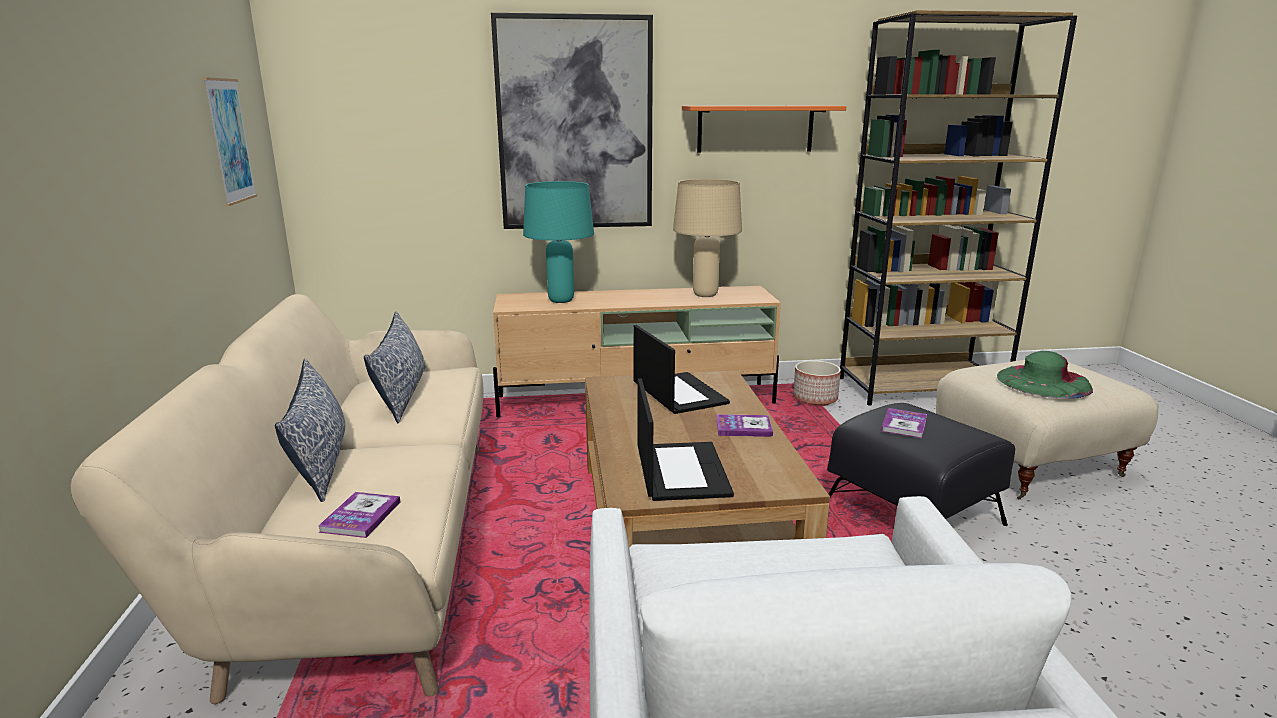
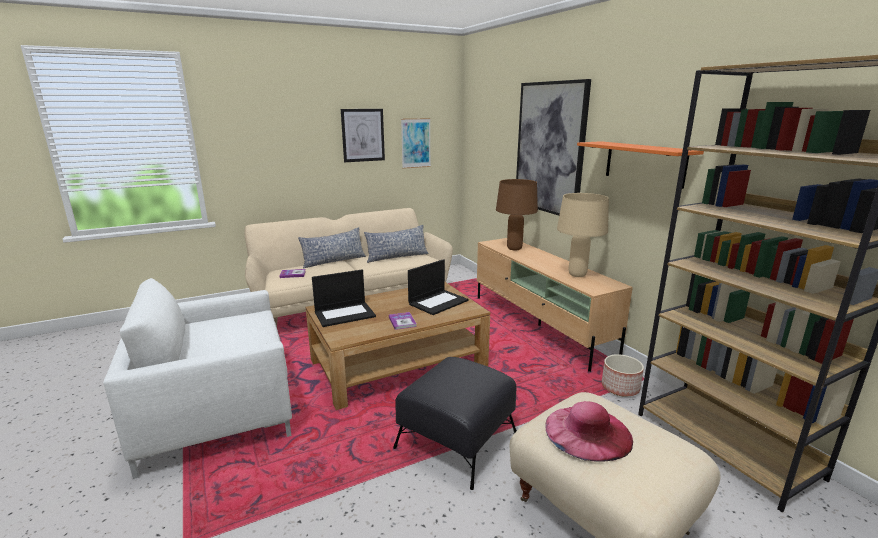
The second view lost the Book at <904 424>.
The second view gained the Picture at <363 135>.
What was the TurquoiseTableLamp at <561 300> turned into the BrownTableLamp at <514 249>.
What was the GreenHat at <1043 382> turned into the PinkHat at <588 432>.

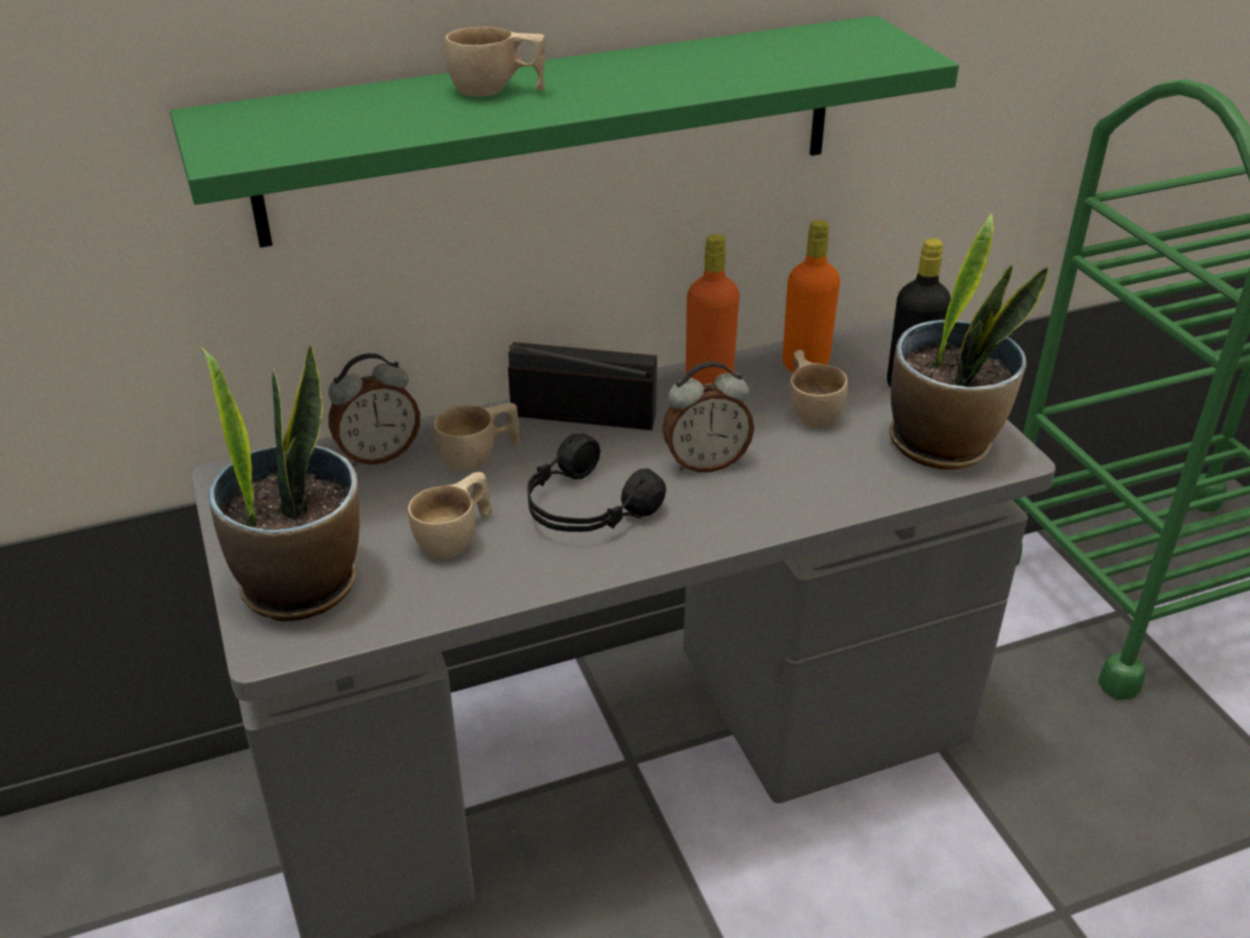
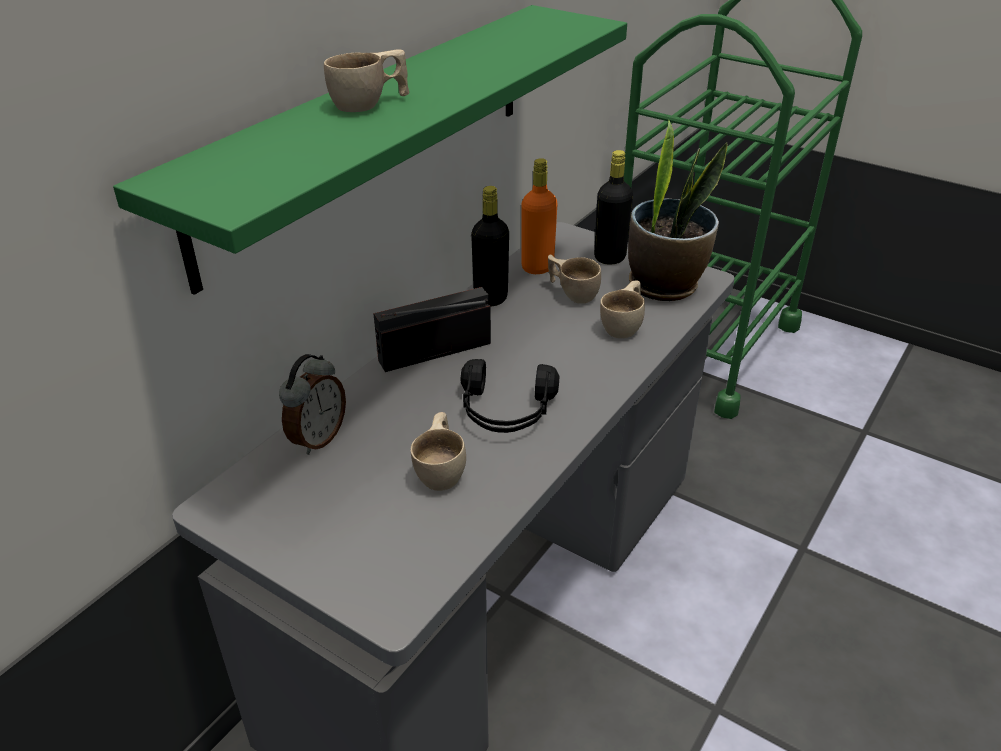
The second view lost the PottedPlant at <301 584>.
The second view lost the AlarmClock at <705 462>.
The BeigeCup ended up elsewhere, having gone from <479 457> to <625 325>.
What was the OrangeBottle at <709 380> turned into the BlackBottle at <490 298>.

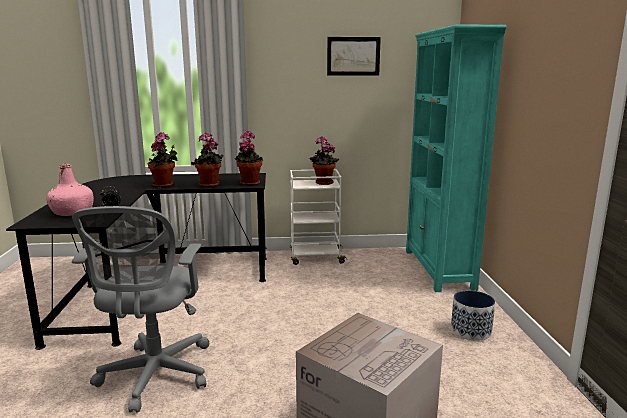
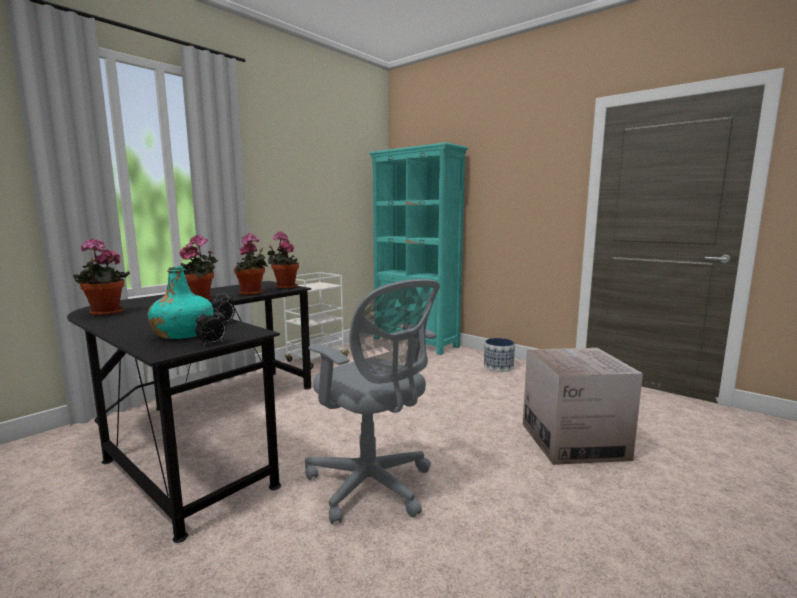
The second view lost the Picture at <353 56>.
The second view gained the AlarmClock at <212 344>.
The PottedPlant ended up elsewhere, having gone from <323 183> to <105 314>.
What was the PinkBottle at <72 212> turned into the TurquoiseBottle at <183 334>.

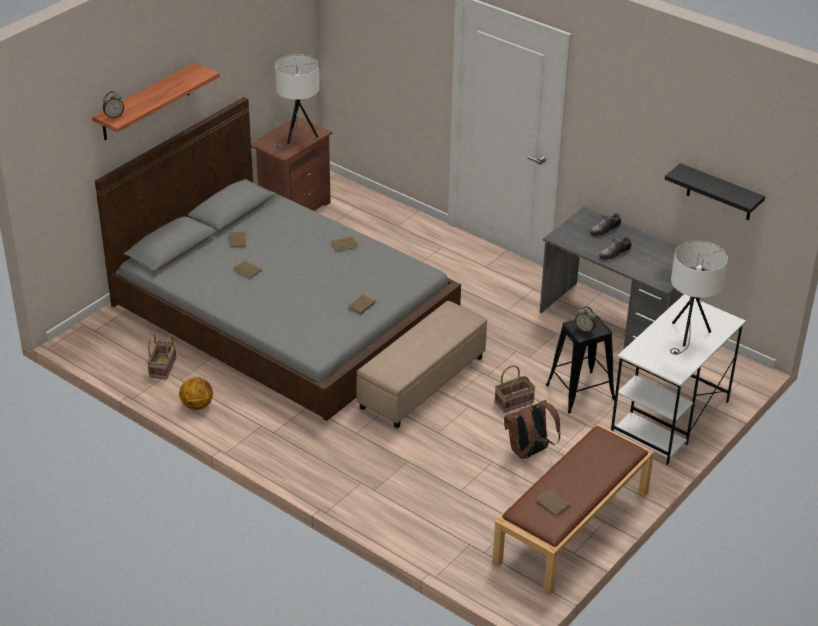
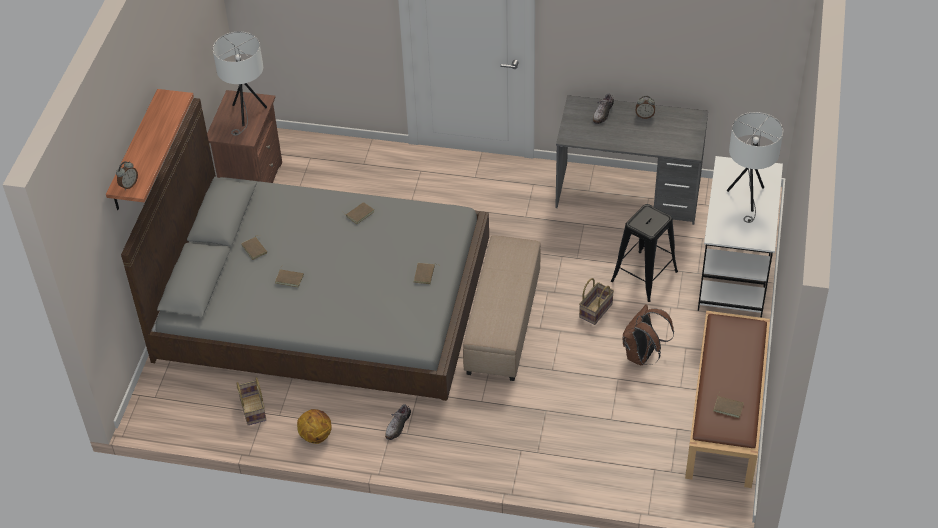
The second view lost the BlackShelf at <719 193>.
The AlarmClock ended up elsewhere, having gone from <585 329> to <644 116>.
The Shoe ended up elsewhere, having gone from <614 253> to <397 426>.

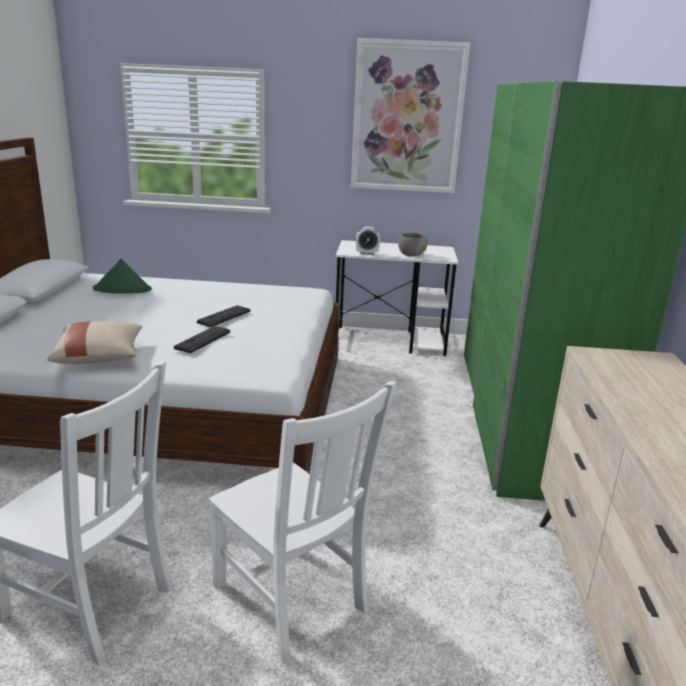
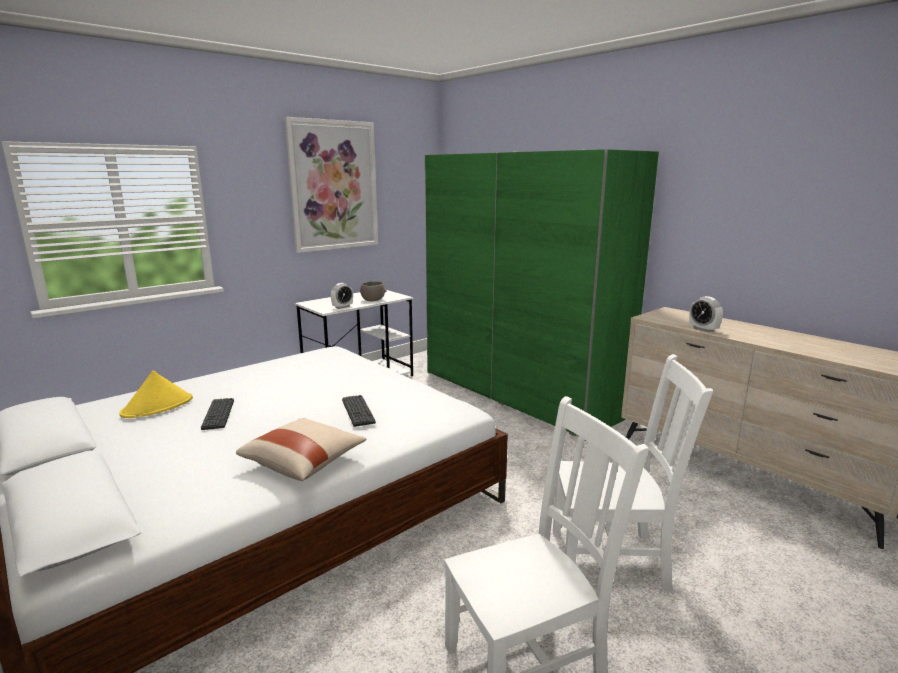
The second view gained the AlarmClock at <703 329>.
The Keyboard ended up elsewhere, having gone from <224 317> to <218 414>.
What was the GreenHat at <122 289> turned into the YellowHat at <158 406>.

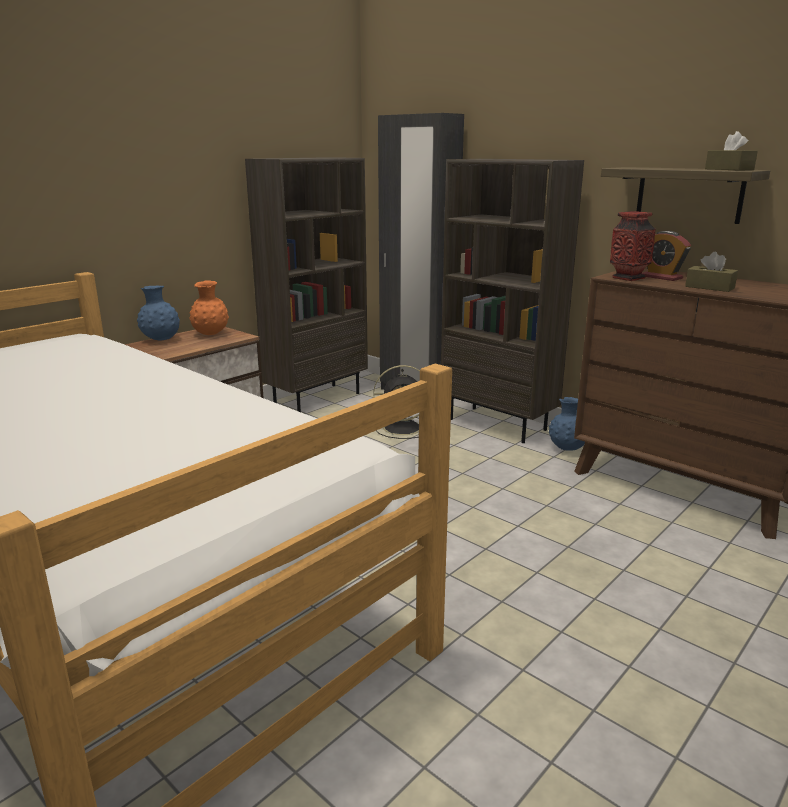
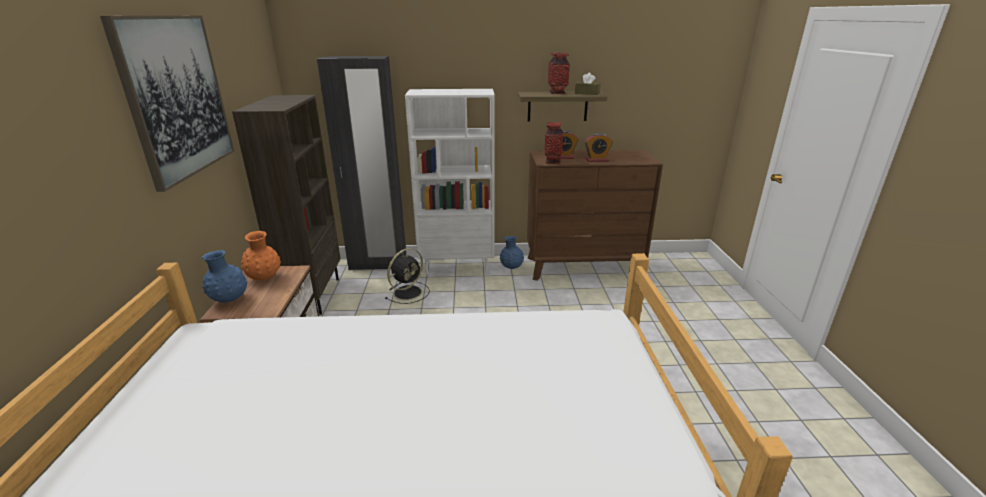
The second view gained the Picture at <177 97>.
The second view gained the Vase at <557 93>.
Where the BrownTissueBox stood at <709 287>, the AlarmClock came to stand at <596 160>.
What was the BrownBookcase at <498 424> turned into the WhiteBookcase at <457 266>.

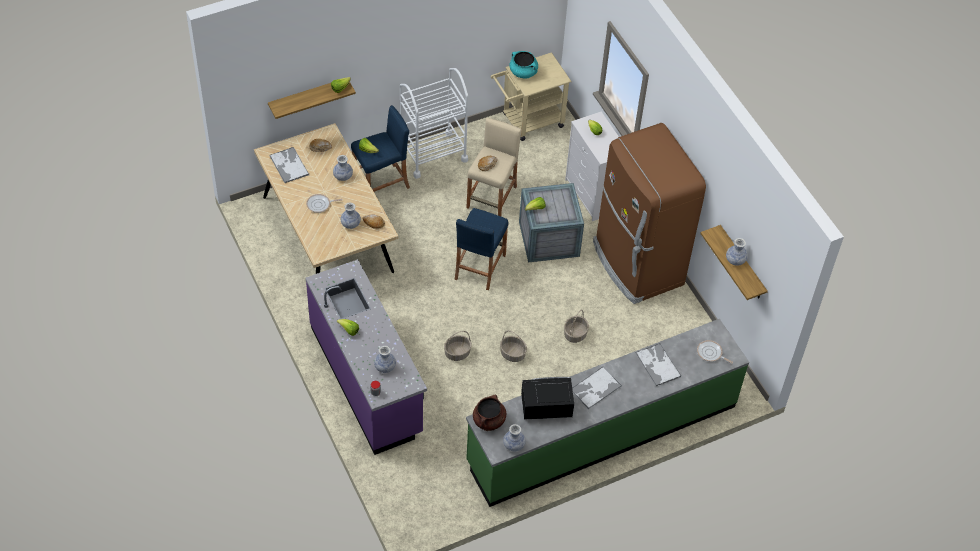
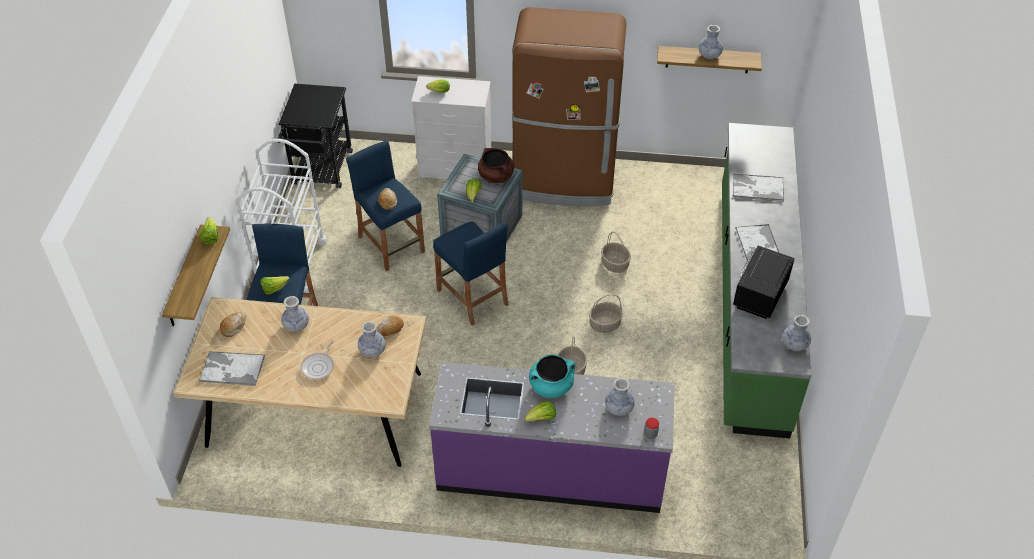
The second view lost the FryingPan at <710 353>.
The BrownCookingPot ended up elsewhere, having gone from <489 421> to <496 176>.
The TurquoiseCookingPot ended up elsewhere, having gone from <523 72> to <551 386>.
What was the BeigeStool at <492 197> turned into the BlueStool at <391 244>.
What was the BeigeCart at <528 122> turned into the BlackCart at <321 172>.

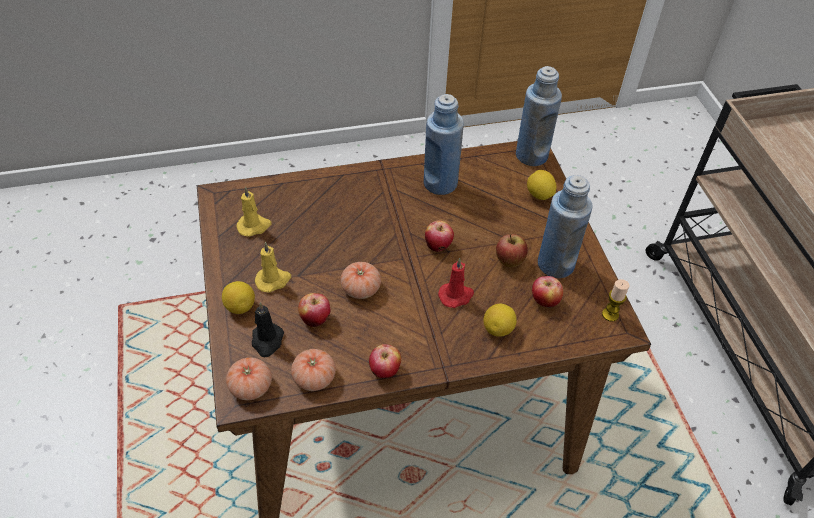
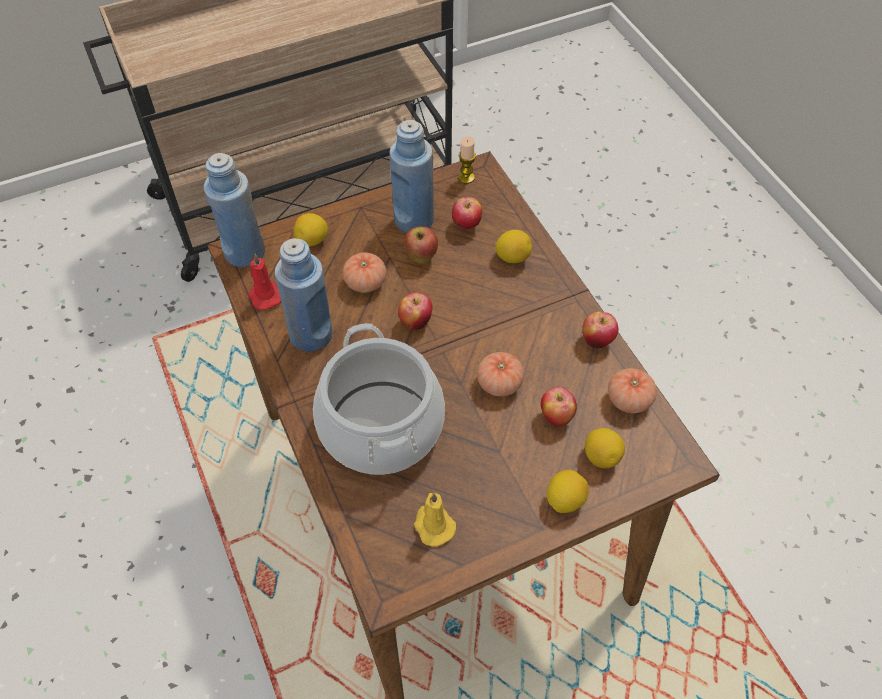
The second view lost the YellowCandle at <273 280>.
The second view gained the CookingPot at <381 426>.
The Tomato ended up elsewhere, having gone from <251 387> to <365 282>.
The RedCandle ended up elsewhere, having gone from <456 295> to <265 295>.
Where the BlackCandle stood at <267 341>, the Lemon came to stand at <601 456>.

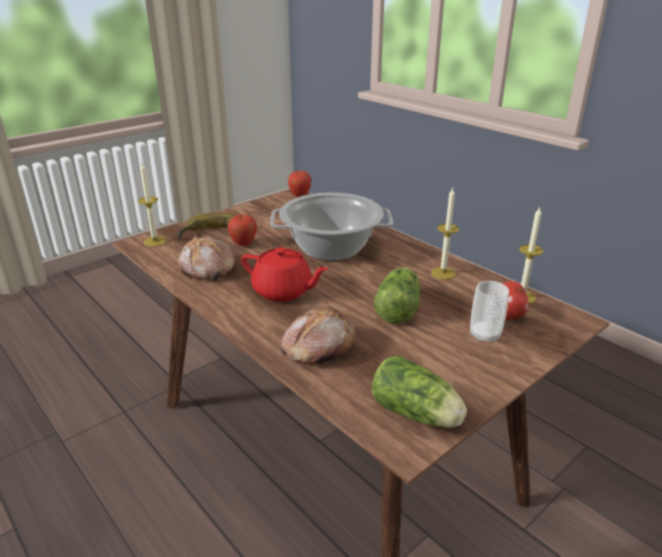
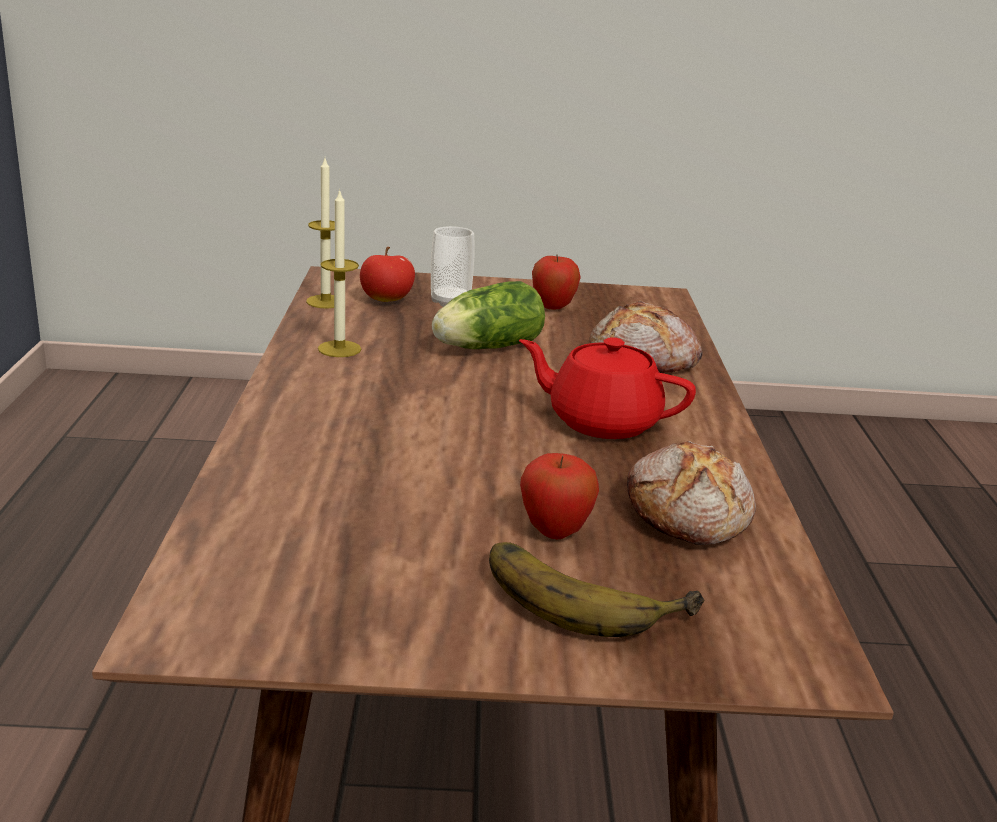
The second view lost the Candle at <155 241>.
The second view lost the CookingPot at <331 248>.
The second view lost the Lettuce at <417 414>.
The Apple ended up elsewhere, having gone from <300 196> to <553 307>.
The RedTeapot at <283 291> ended up facing another way, 45 degrees counterclockwise from before.

